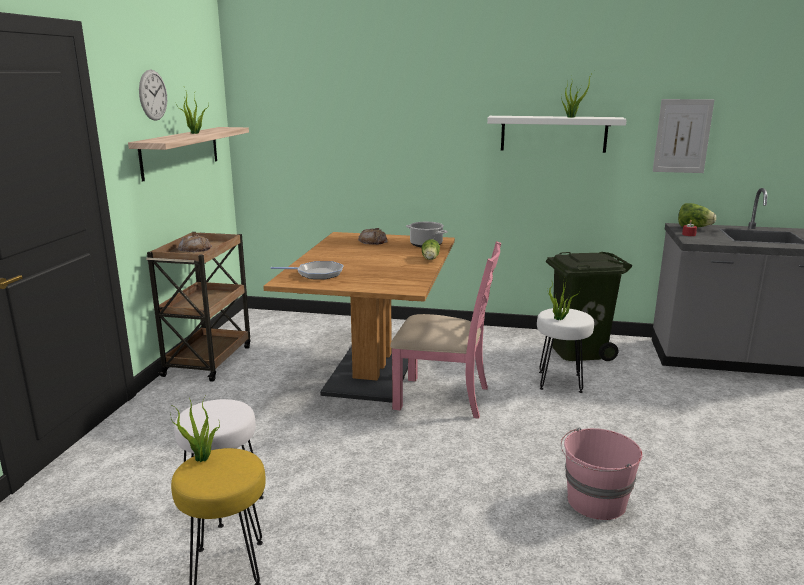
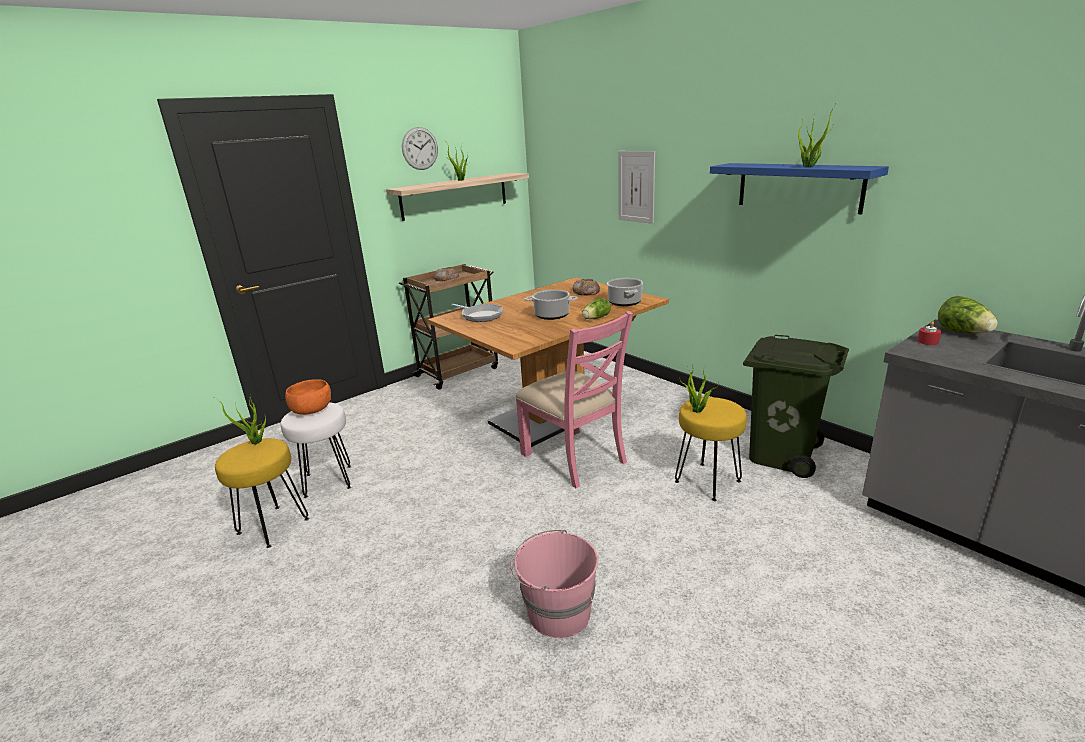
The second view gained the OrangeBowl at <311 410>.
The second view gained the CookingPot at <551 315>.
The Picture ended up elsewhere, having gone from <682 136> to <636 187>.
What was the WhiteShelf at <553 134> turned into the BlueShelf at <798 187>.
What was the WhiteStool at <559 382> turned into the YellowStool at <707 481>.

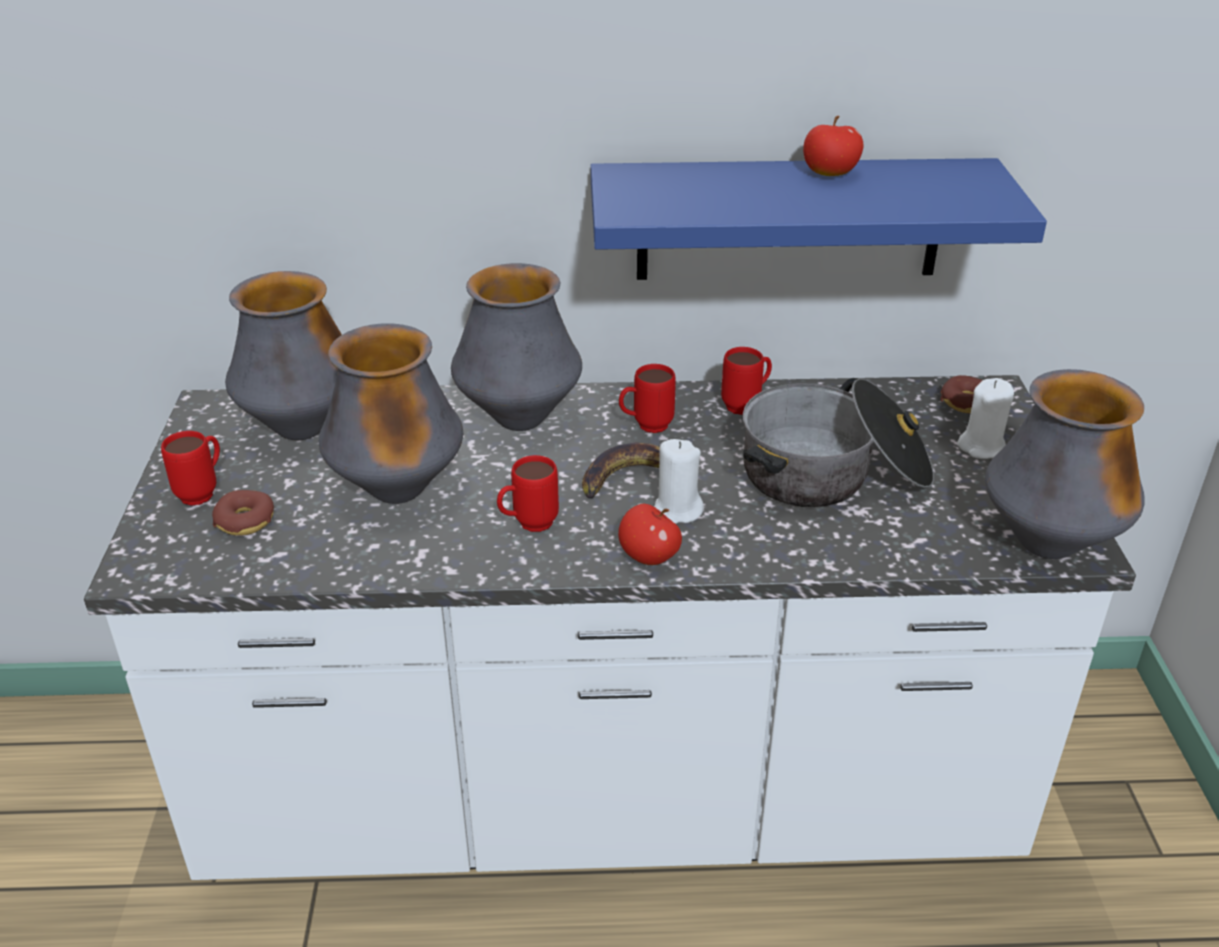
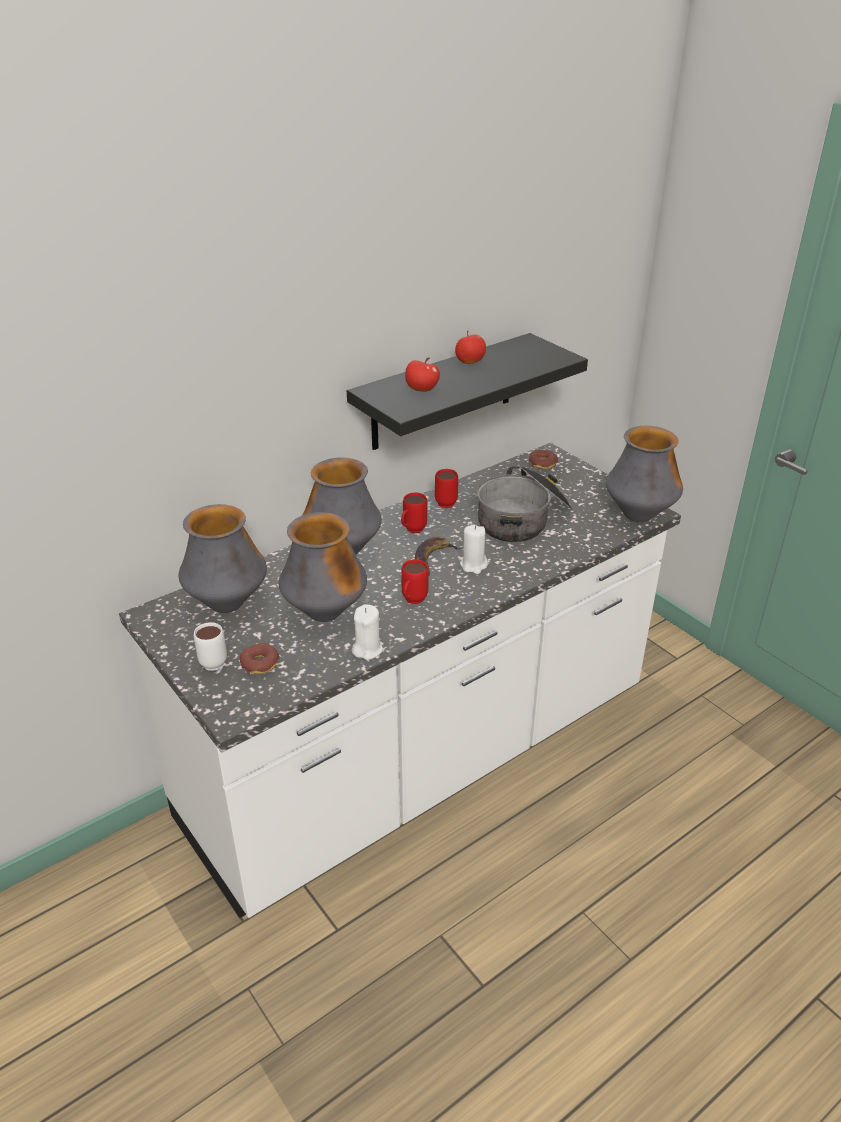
The Apple ended up elsewhere, having gone from <648 557> to <421 390>.
The WhiteCandle ended up elsewhere, having gone from <981 447> to <367 649>.
What was the RedMug at <203 492> turned into the WhiteMug at <214 660>.
What was the BlueShelf at <789 219> turned into the BlackShelf at <443 392>.

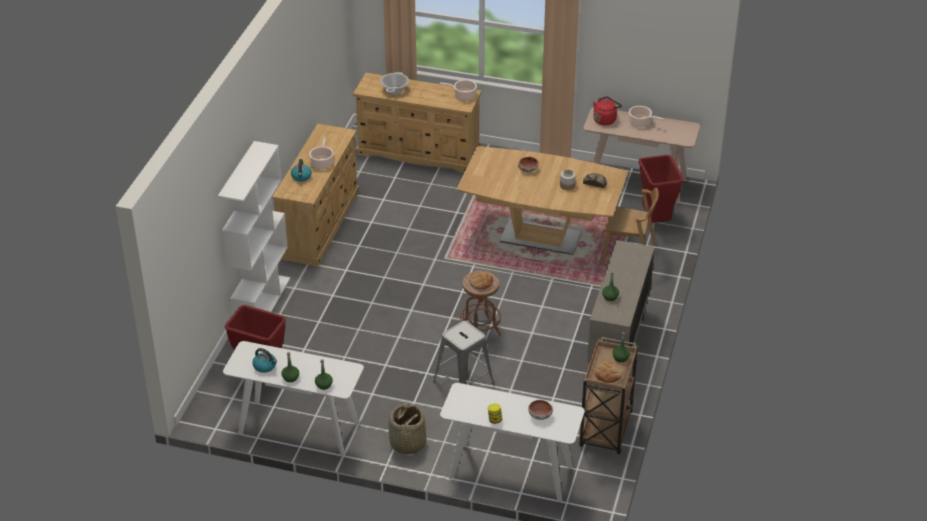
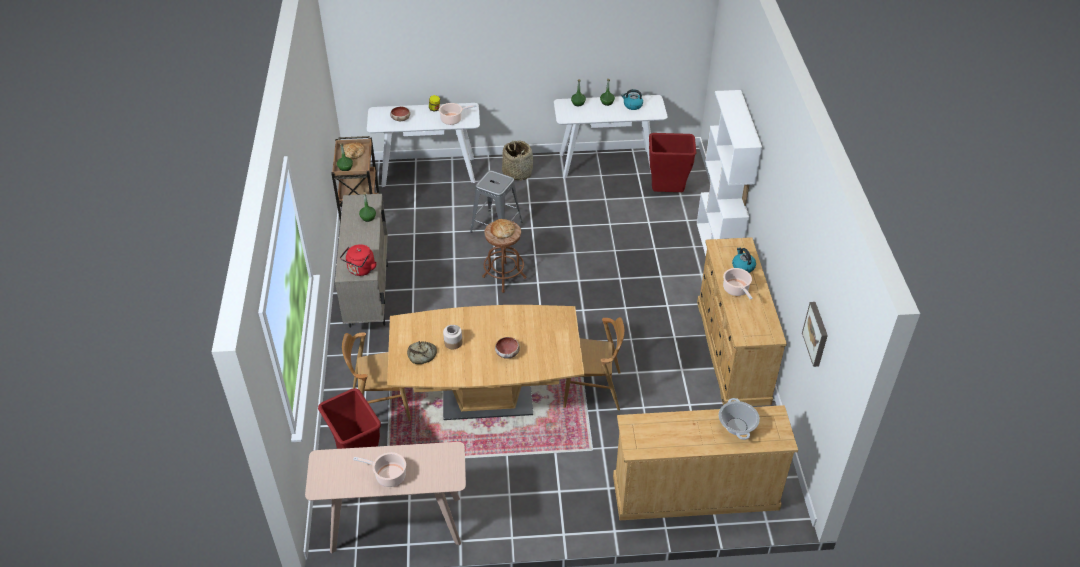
The second view gained the BrownChair at <592 389>.
The second view gained the Picture at <817 334>.
The CookingPot ended up elsewhere, having gone from <463 96> to <452 119>.
The RedKettle ended up elsewhere, having gone from <605 119> to <360 270>.

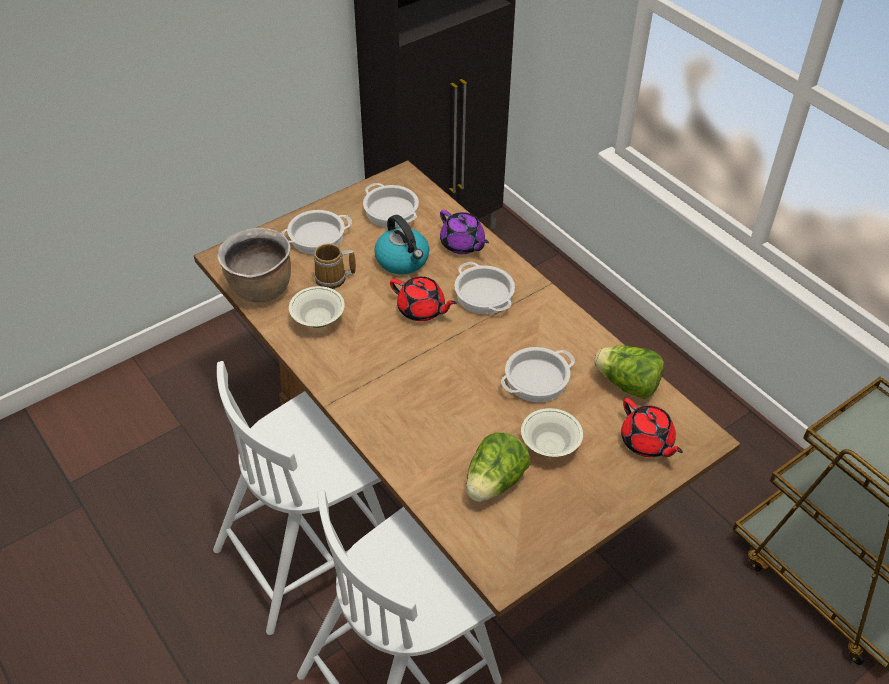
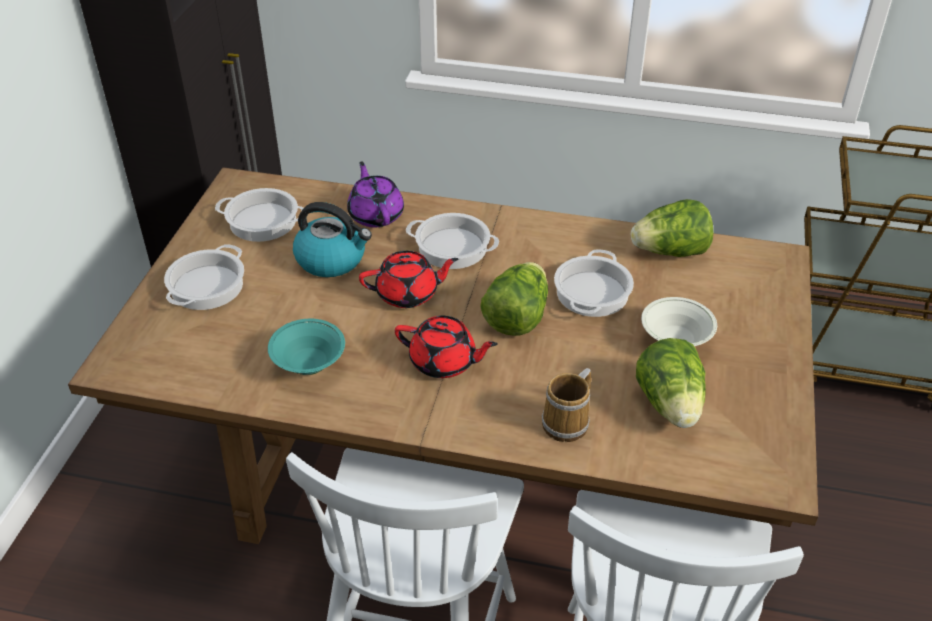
The second view lost the BrownCookingPot at <260 289>.
The second view gained the Lettuce at <517 317>.
The Mug ended up elsewhere, having gone from <333 279> to <568 422>.
The RedTeapot ended up elsewhere, having gone from <647 442> to <444 362>.
What was the WhiteBowl at <318 320> turned into the TurquoiseBowl at <309 365>.
The PurpleTeapot at <462 244> ended up facing another way, 120 degrees counterclockwise from before.

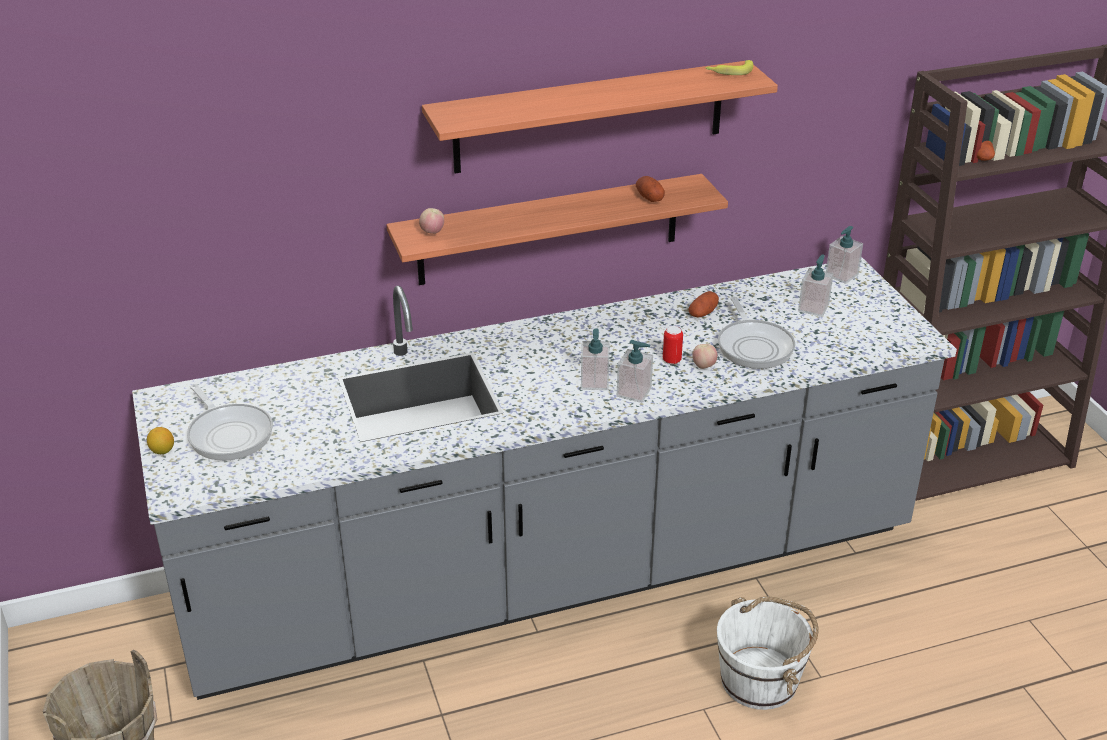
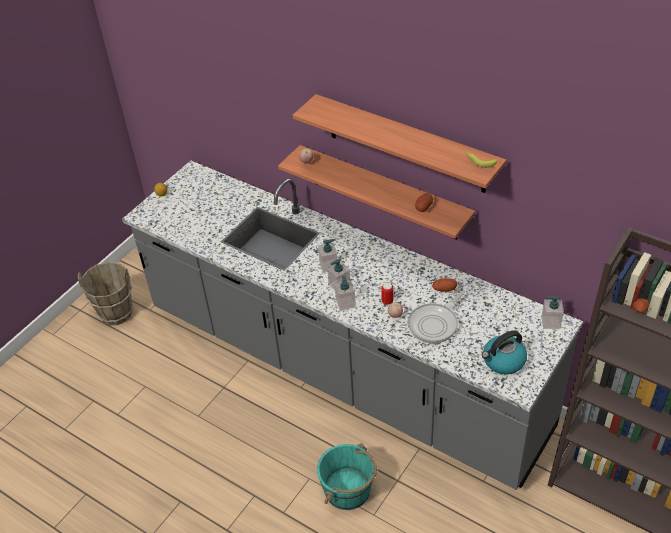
The second view lost the FryingPan at <229 434>.
The second view gained the Kettle at <503 361>.
The SoapDispenser ended up elsewhere, having gone from <813 308> to <329 266>.
What was the WhiteBucket at <760 680> turned into the TurquoiseBucket at <348 490>.

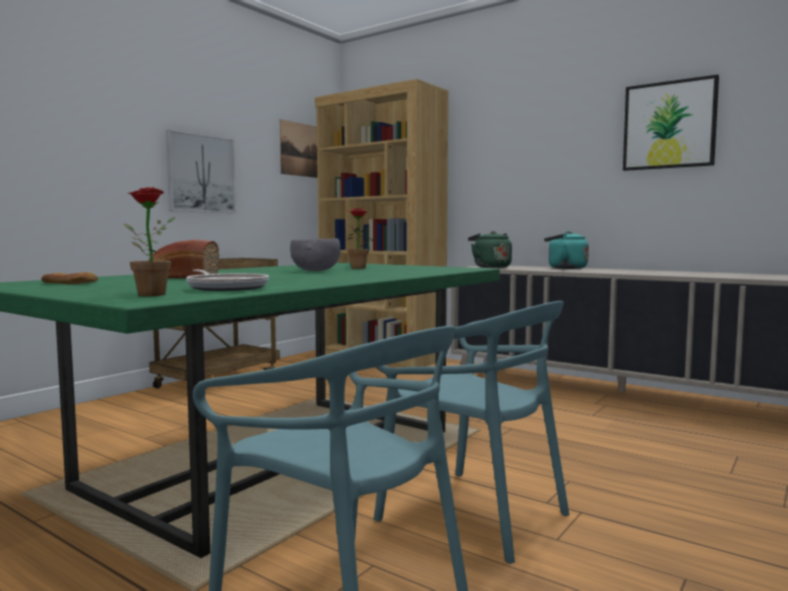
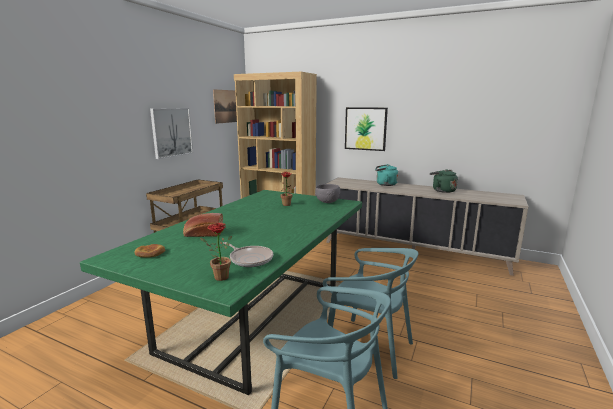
The GreyBowl ended up elsewhere, having gone from <316 270> to <327 202>.
The GreenKettle ended up elsewhere, having gone from <490 267> to <442 190>.
The Picture ended up elsewhere, having gone from <669 125> to <365 128>.

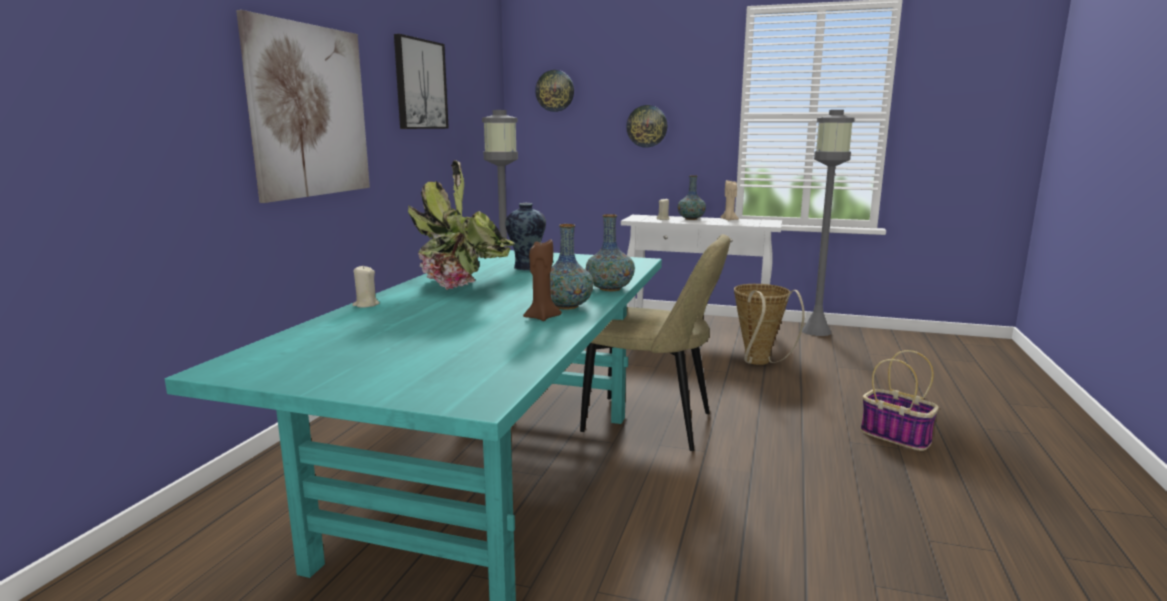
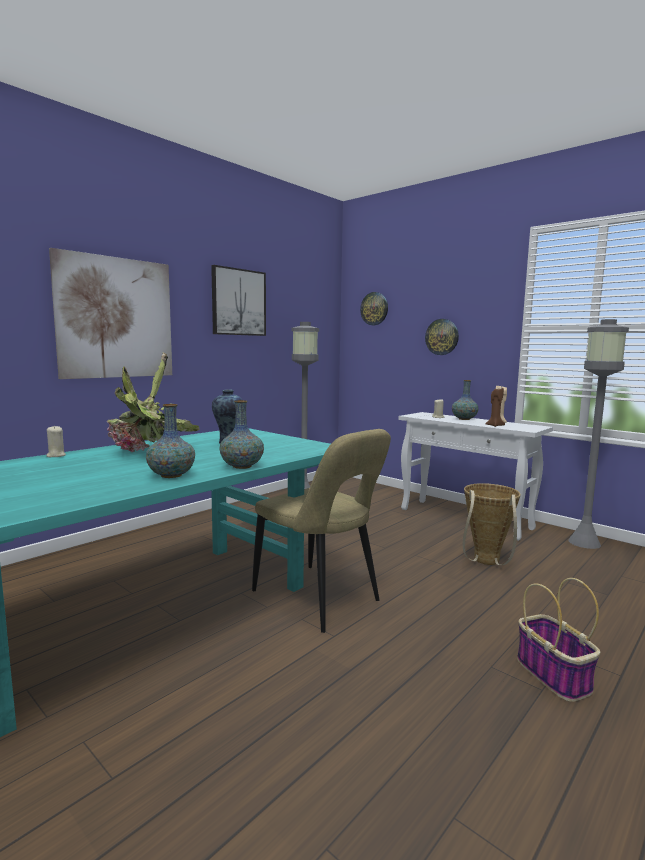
The BrownCandle ended up elsewhere, having gone from <541 317> to <494 425>.

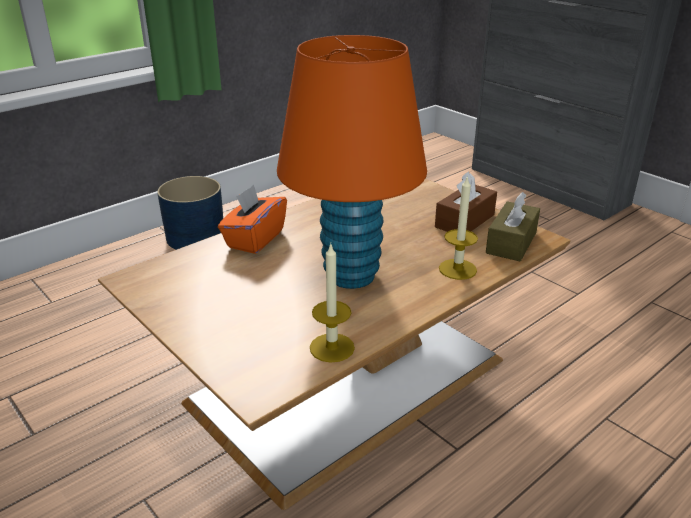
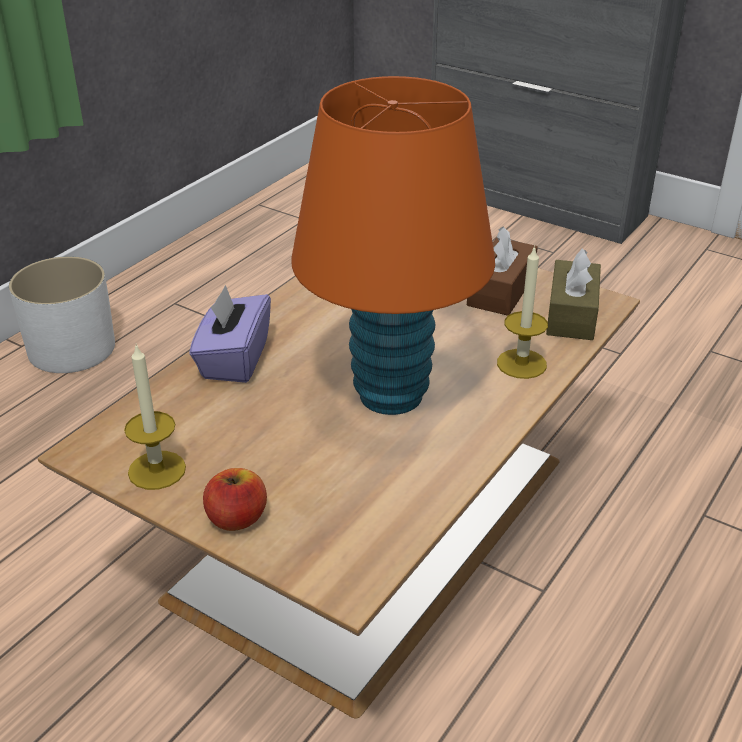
The second view gained the Apple at <236 518>.
The Candle ended up elsewhere, having gone from <332 347> to <157 470>.
What was the BluePlanter at <195 237> turned into the WhitePlanter at <72 348>.
What was the OrangeTissueBox at <254 239> turned into the PurpleTissueBox at <234 360>.

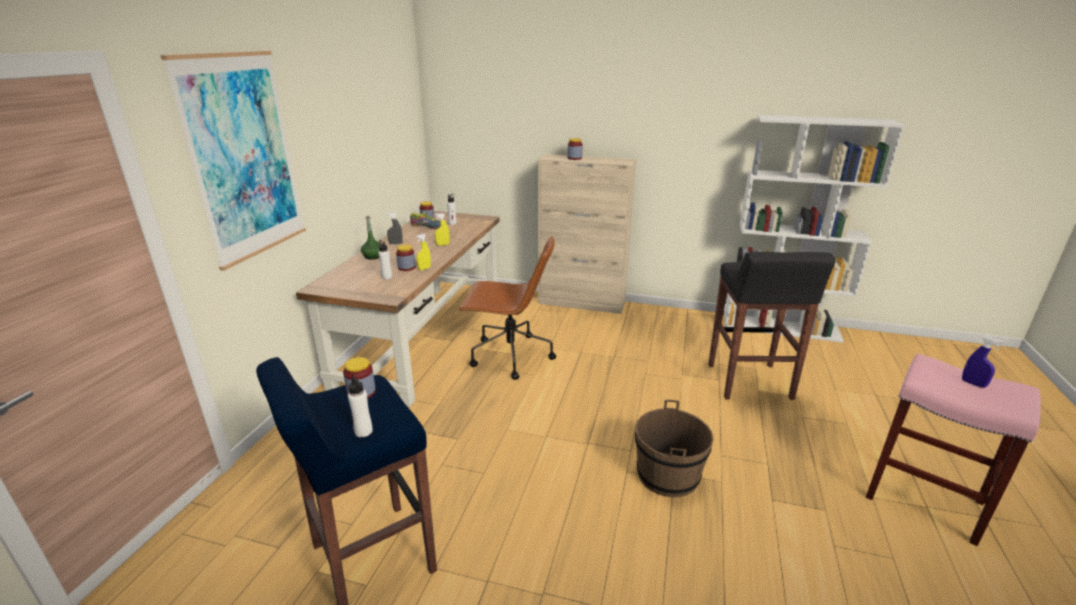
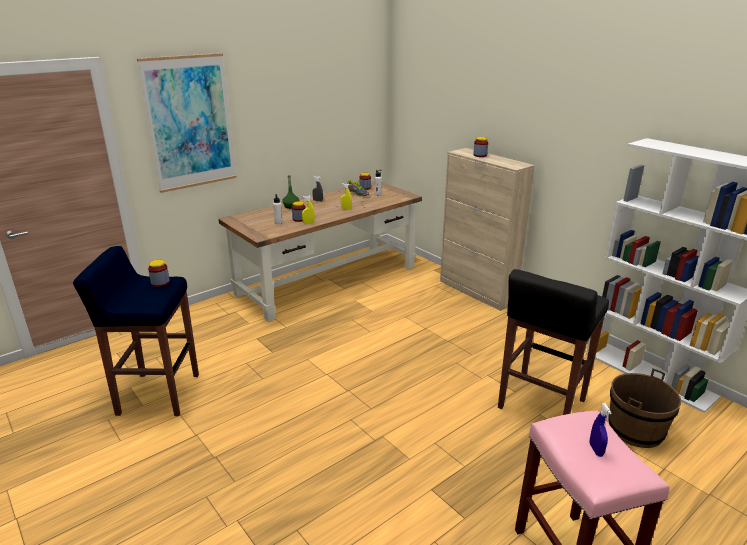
The second view lost the WhiteBottle at <363 431>.
The second view lost the BrownOfficeChair at <509 356>.
The BrownBucket ended up elsewhere, having gone from <668 475> to <635 430>.

